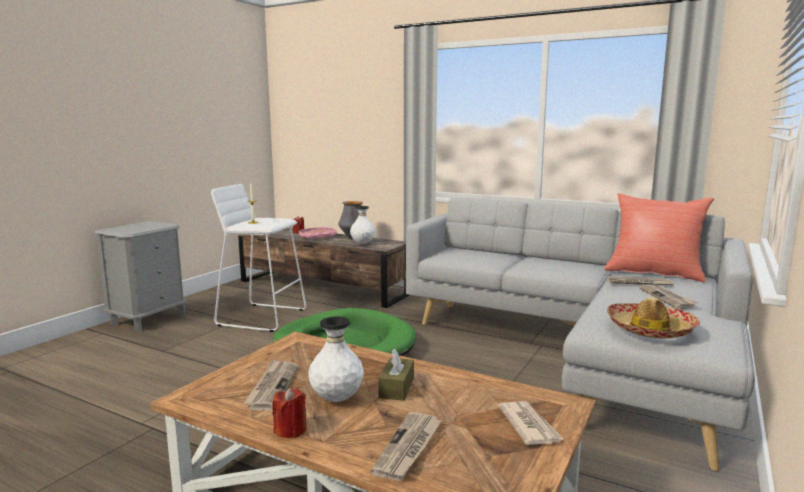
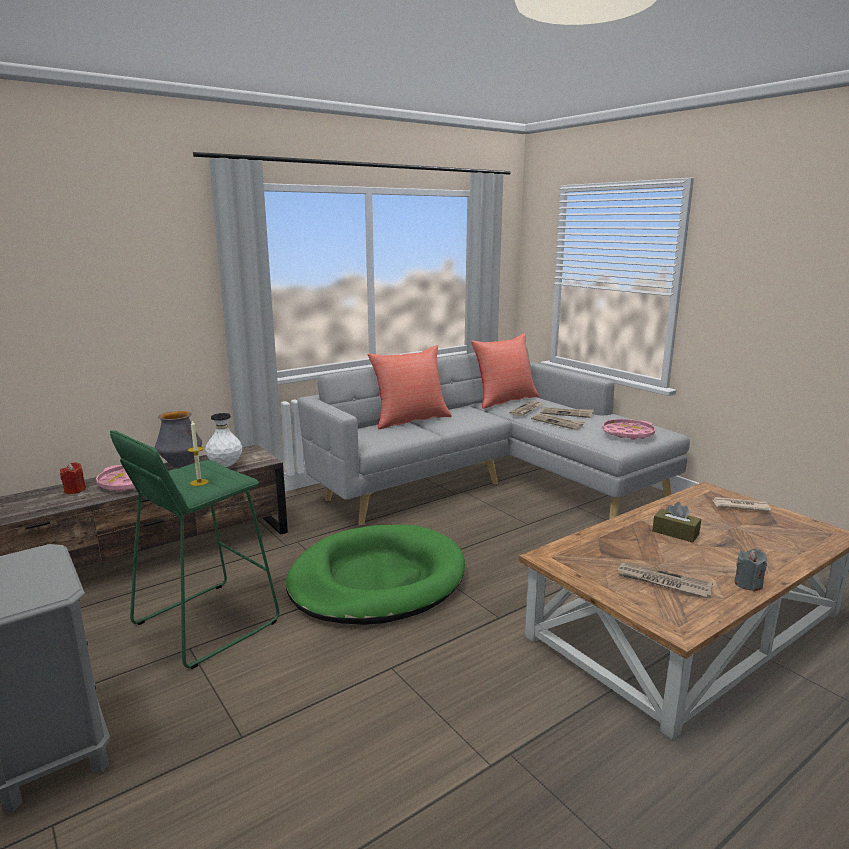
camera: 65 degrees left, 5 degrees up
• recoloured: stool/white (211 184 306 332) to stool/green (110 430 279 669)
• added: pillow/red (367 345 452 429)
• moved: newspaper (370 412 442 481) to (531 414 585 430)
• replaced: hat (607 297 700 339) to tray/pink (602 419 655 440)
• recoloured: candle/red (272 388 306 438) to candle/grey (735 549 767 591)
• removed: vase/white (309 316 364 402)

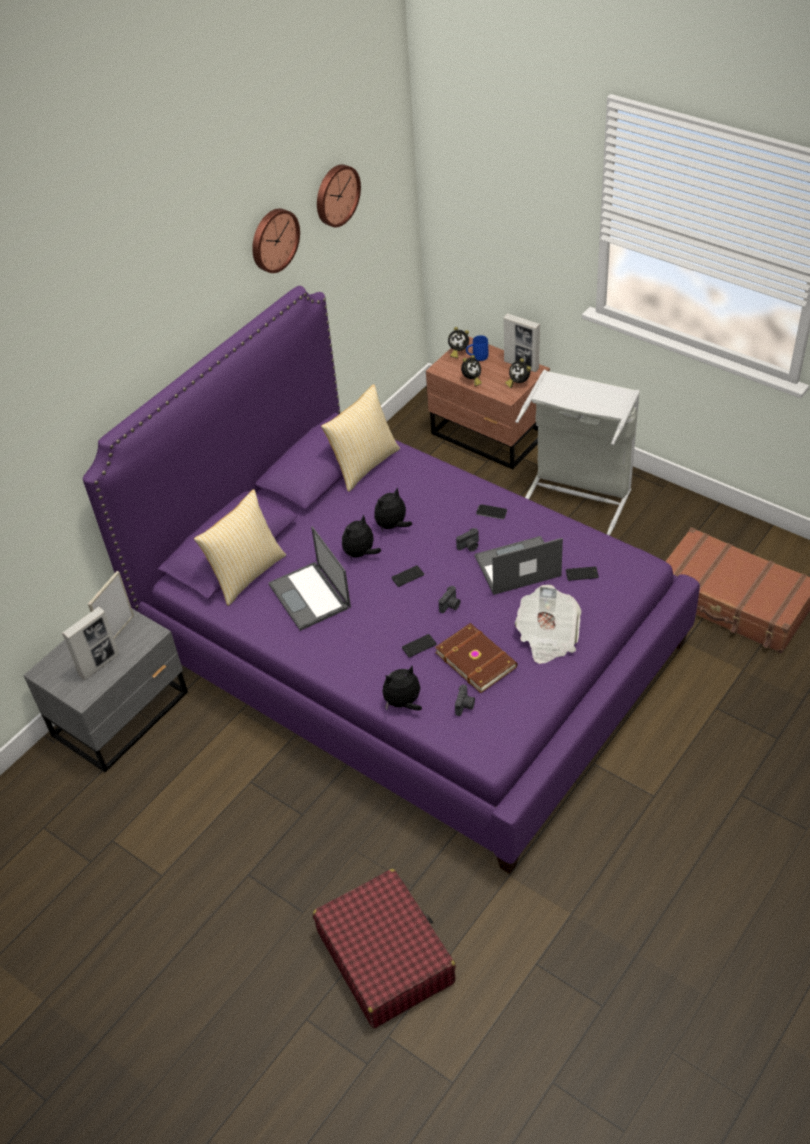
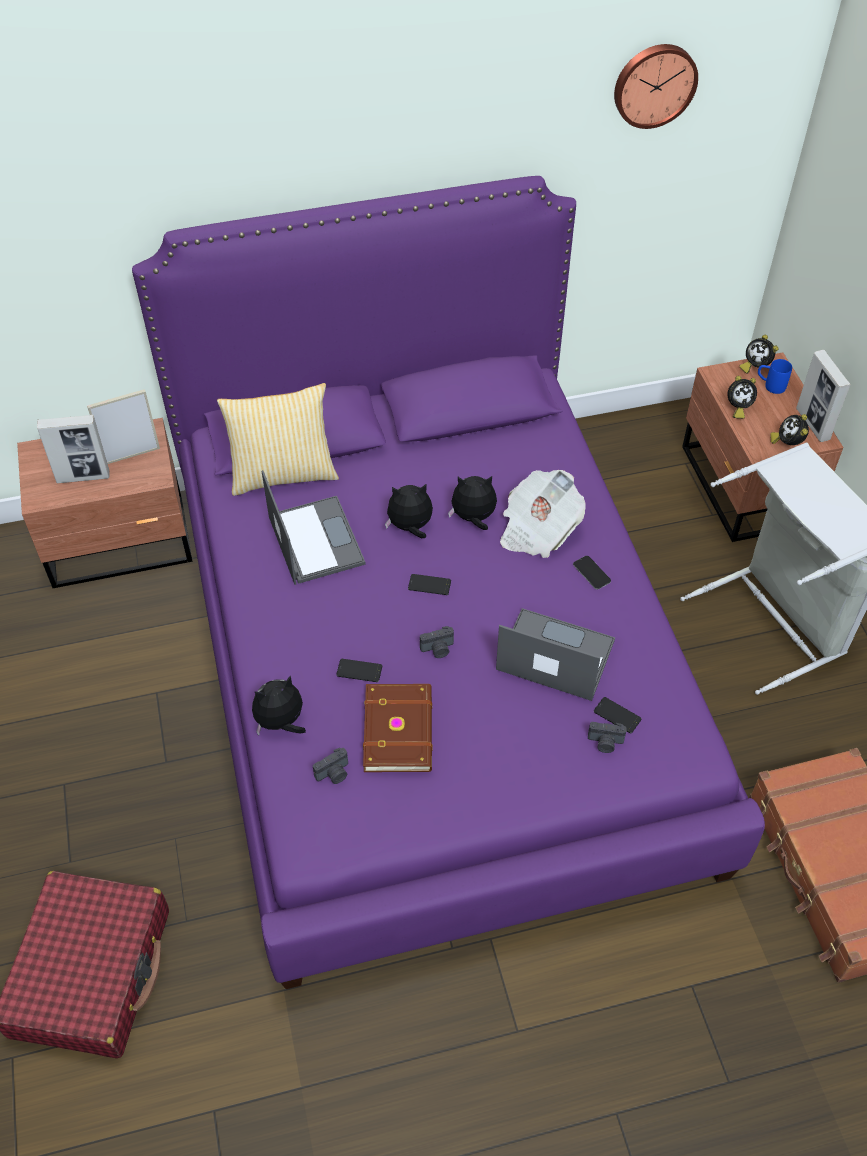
camera: 35 degrees right, 5 degrees up
• recoloured: nightstand/grey (23 609 188 772) to nightstand/brown (17 418 193 588)
• turned: plush toy (383 666 422 710) = (252 675 306 735) 45 degrees counterclockwise
• turned: laptop (268 526 351 631) = (262 470 365 585) 150 degrees clockwise
• moved: newspaper (515 585 581 664) to (500 470 586 558)
• moved: photo camera (456 528 479 552) to (588 722 627 753)
• removed: wall clock (252 208 300 273)
• removed: pillow (321 384 400 492)

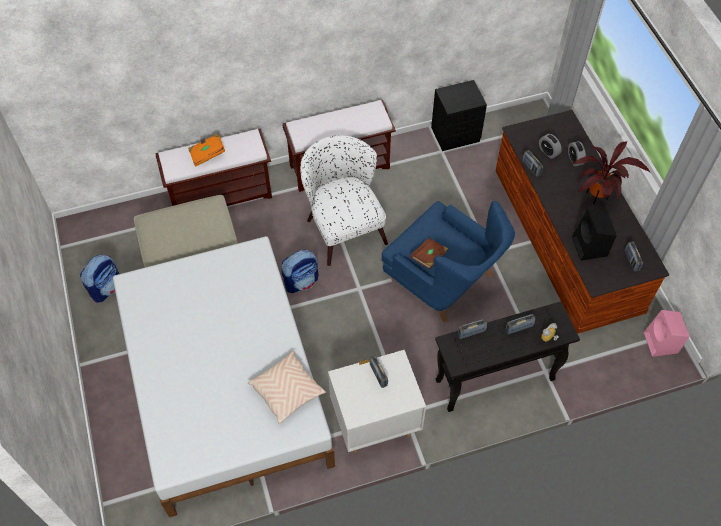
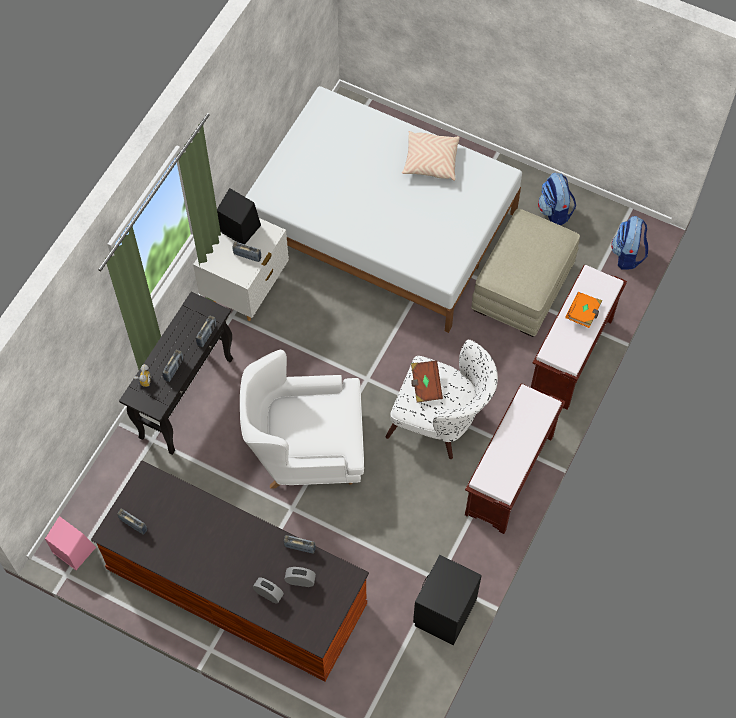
camera: 135 degrees right, 5 degrees up
• moved: speaker/black (572 209 617 261) to (217 188 261 244)
• recoloured: armchair/blue (382 201 515 323) to armchair/white (240 350 364 489)
• moved: pillow/beige (248 351 326 424) to (402 131 460 181)
• moved: book/brown (410 238 448 269) to (411 360 443 403)
• moved: backpack (281 250 318 293) to (611 216 648 270)
• removed: potted plant (572 141 650 204)

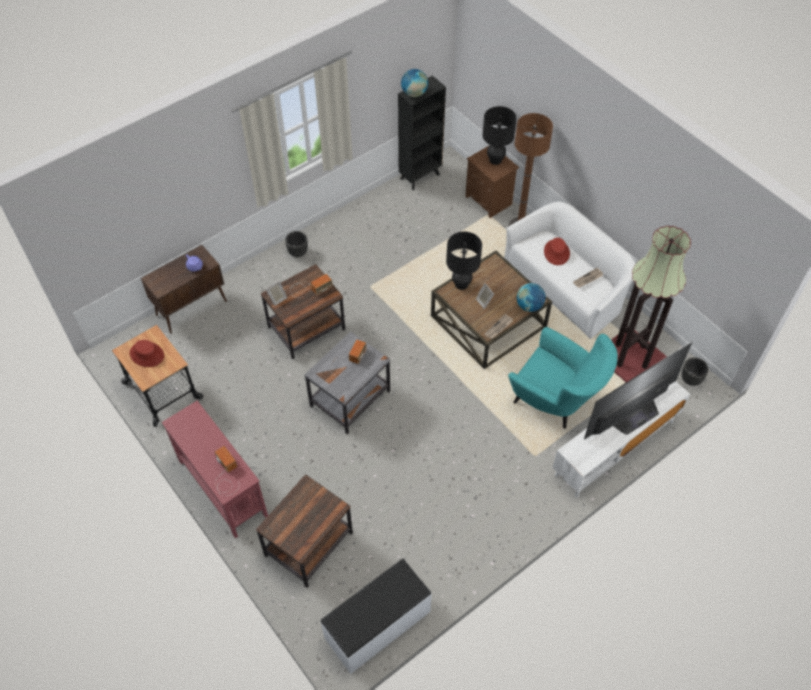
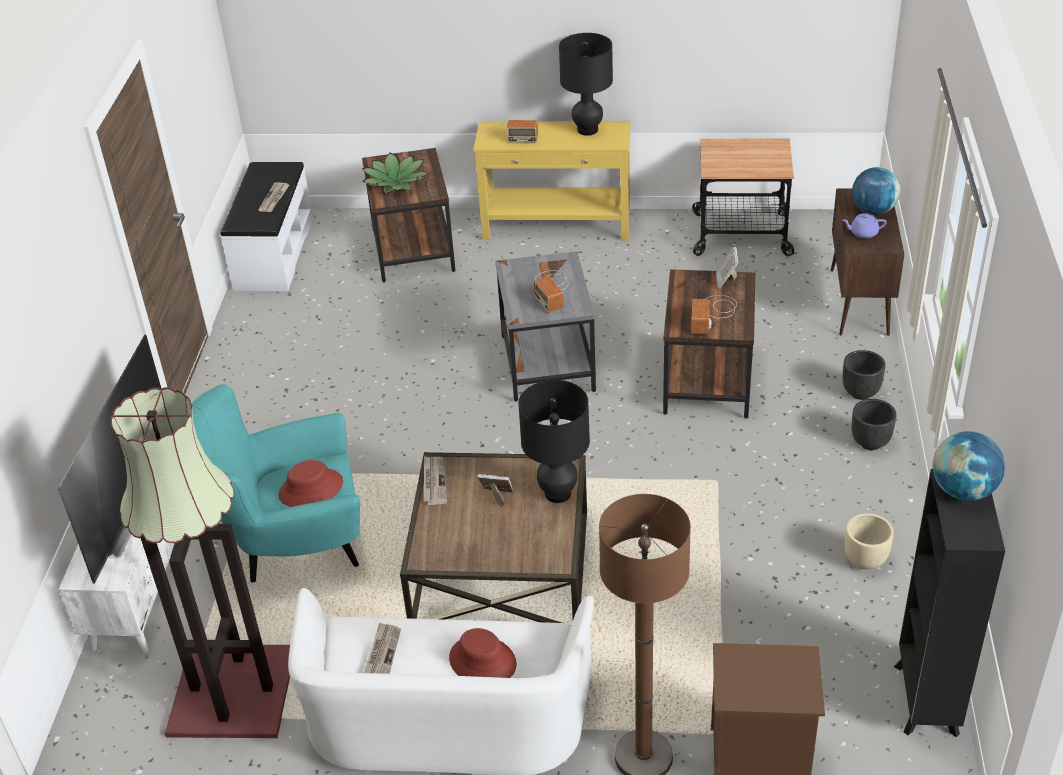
camera: 135 degrees right, 15 degrees down
• added: newspaper (258 182 289 212)
• moved: hat/red (130 340 164 367) to (278 460 343 507)
• added: potted plant (362 152 429 193)
• recoloured: console table/red (162 401 268 538) to console table/yellow (473 121 631 241)
• moved: table lamp/black (482 106 516 165) to (559 33 613 136)
• moved: planter/black (681 358 709 386) to (842 350 886 400)
• added: planter/beige (845 513 894 570)
• moved: globe (516 283 546 312) to (852 167 900 215)

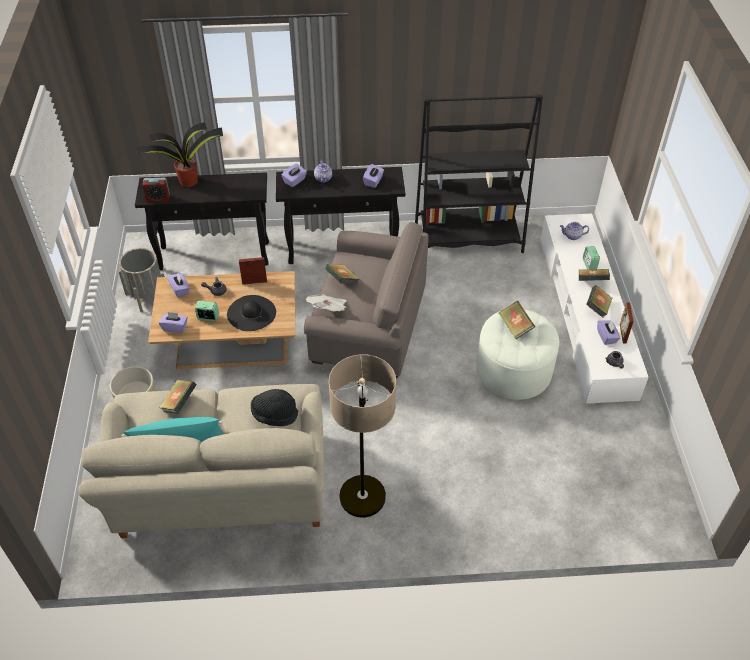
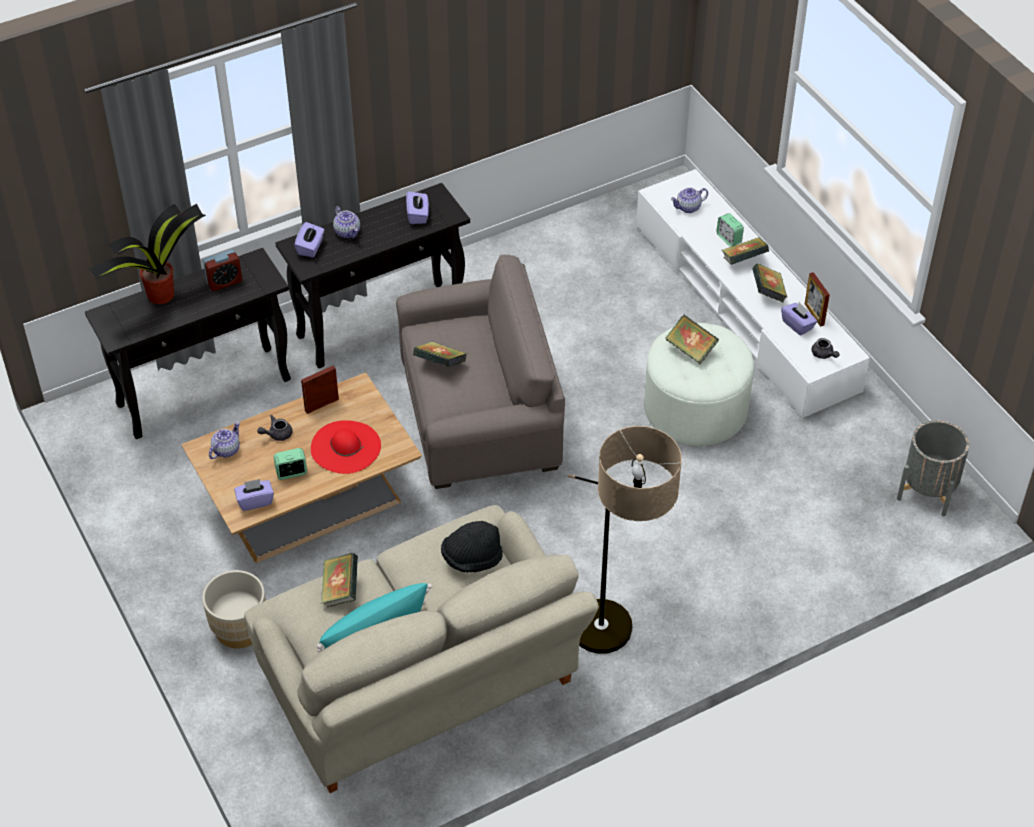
camera: 25 degrees left, 0 degrees up
• moved: alarm clock (142 178 170 202) to (203 249 242 291)
• replaced: tissue box/purple (167 273 190 297) to teapot (209 422 240 459)
• recoloured: hat/black (227 295 276 331) to hat/red (311 420 381 474)
• moved: planter/grey (118 248 165 313) to (897 420 969 516)
• removed: newspaper (306 294 346 311)
• removed: bookcase/black (415 94 543 253)

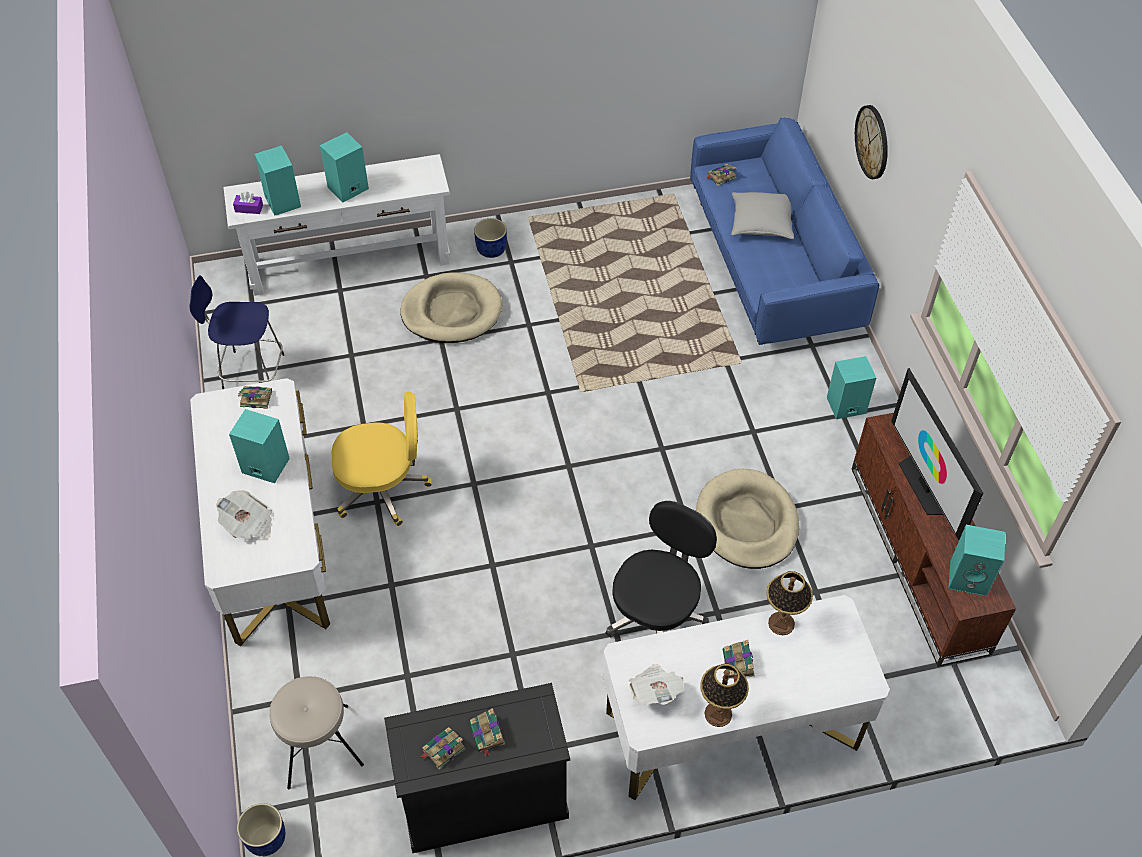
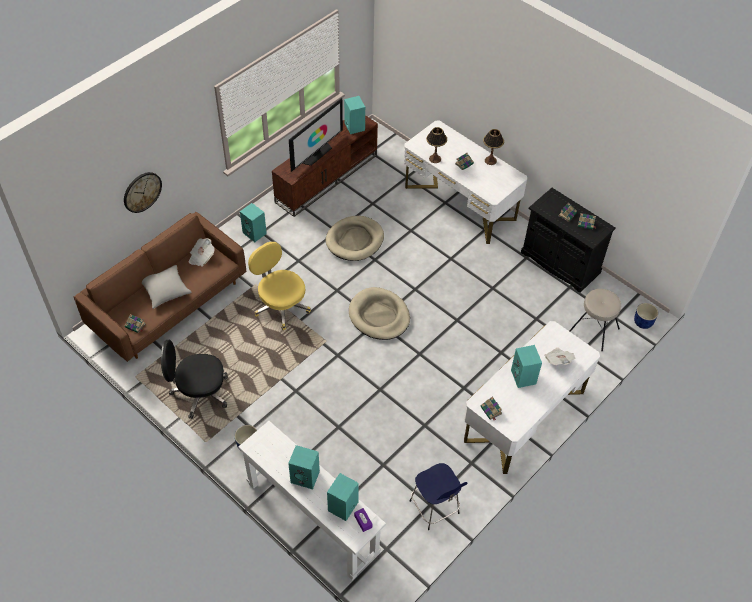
camera: 125 degrees left, 0 degrees up
• recoloured: sofa/blue (690 118 879 345) to sofa/brown (74 212 246 362)
• moved: office chair/black (605 501 717 638) to (161 340 228 419)
• moved: newspaper (629 664 685 705) to (189 238 214 267)
• moved: office chair/yellow (331 392 432 526) to (248 242 311 330)
• moved: dog bed/beige (401 272 503 343) to (349 287 410 340)

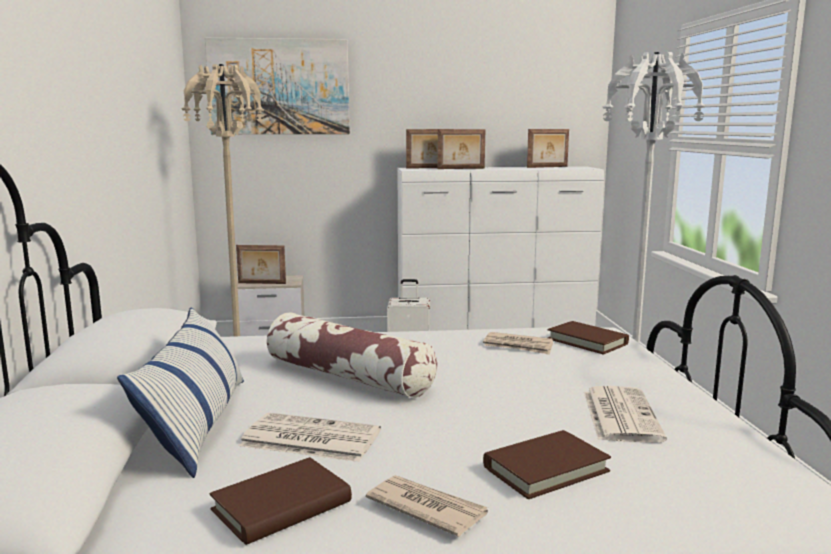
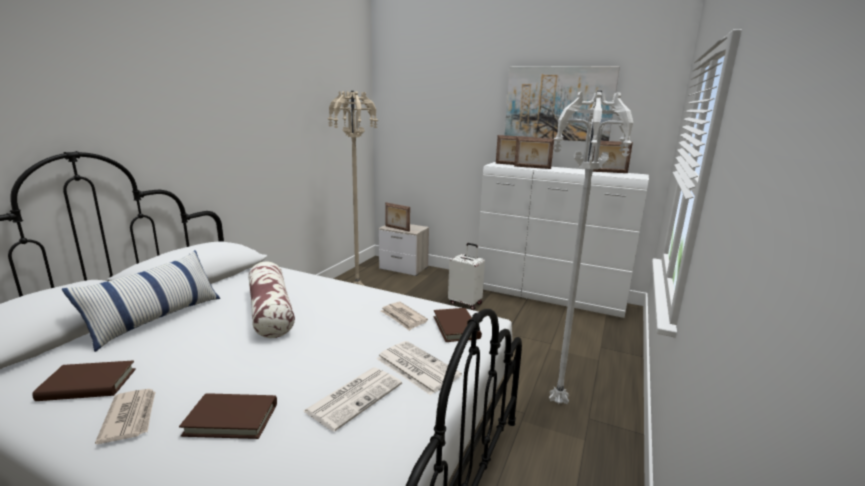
camera: 30 degrees right, 5 degrees up
• moved: newspaper (239 413 381 462) to (377 341 462 395)
• moved: picture (205 37 350 134) to (505 66 620 142)

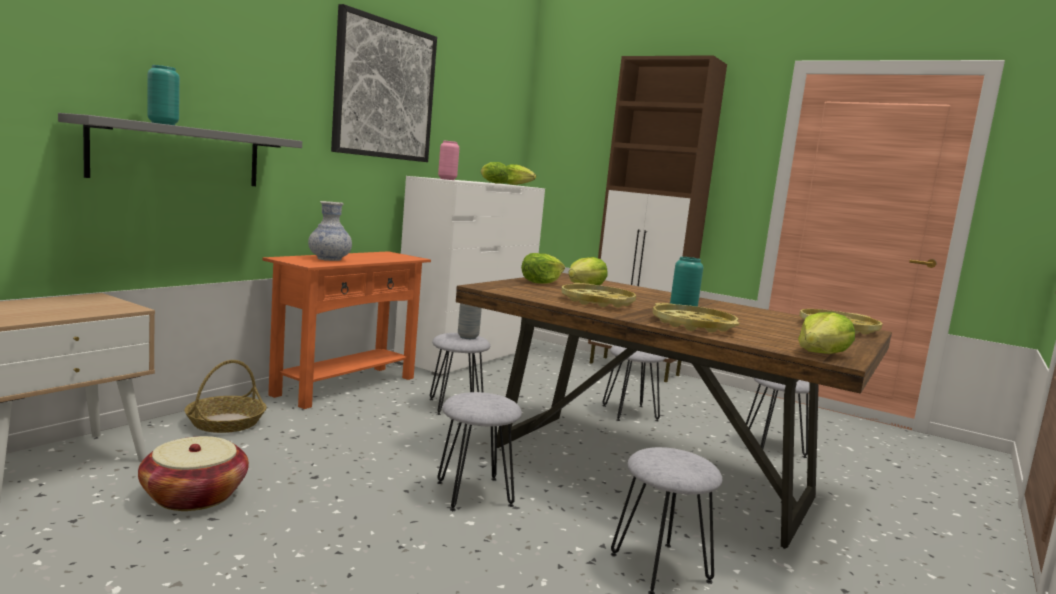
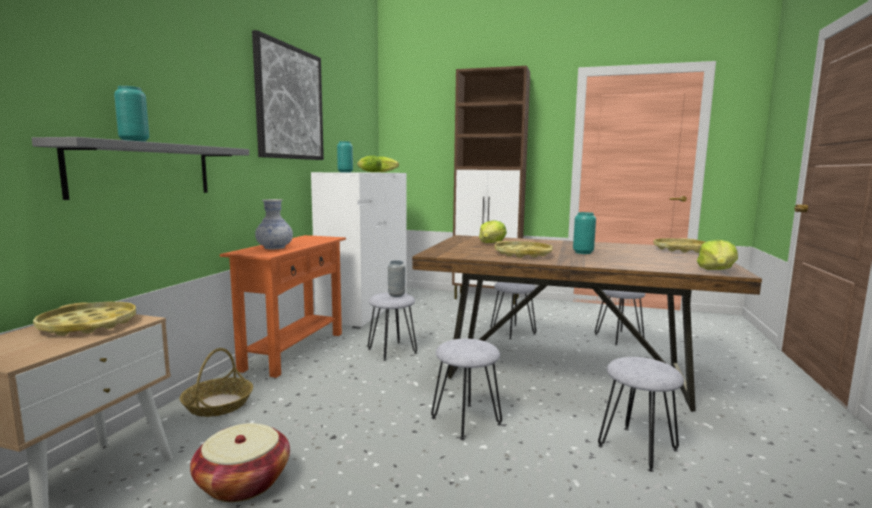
camera: 15 degrees left, 0 degrees up
• moved: tray/yellow (653 303 739 333) to (33 302 136 336)
• recoloured: vase/pink (438 141 459 180) to vase/turquoise (337 141 353 172)
• removed: lettuce (521 253 565 284)

